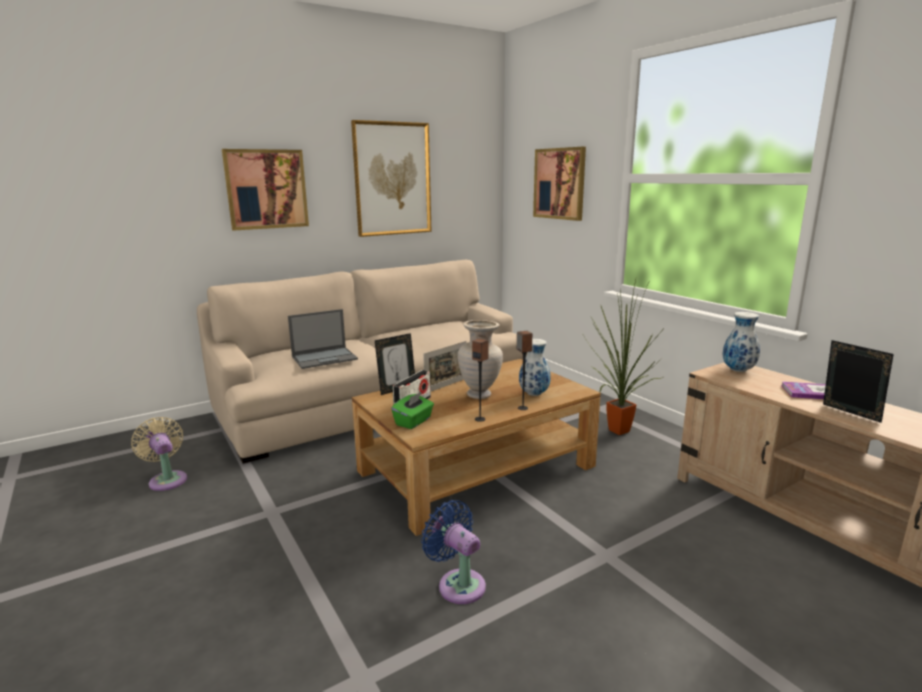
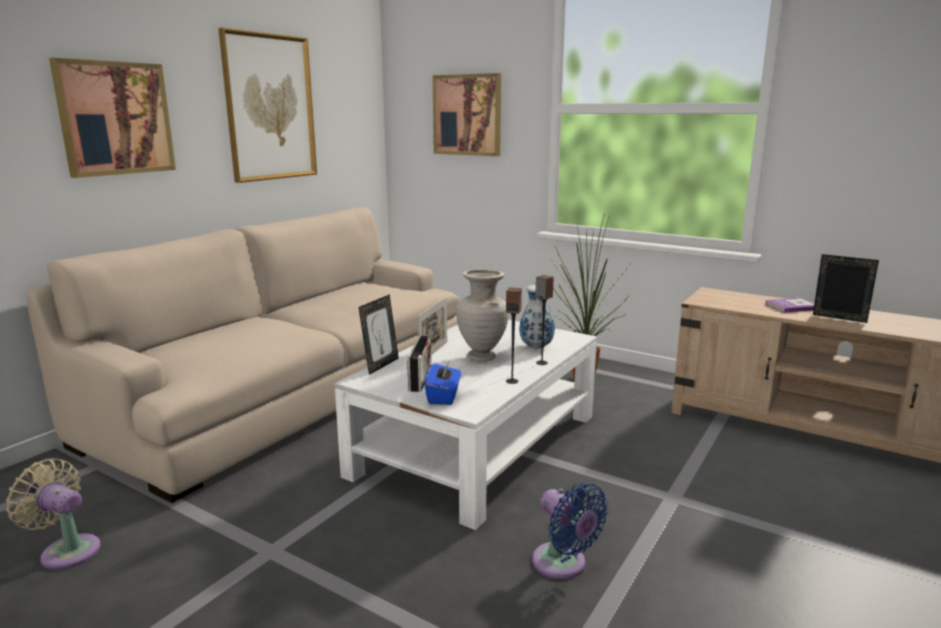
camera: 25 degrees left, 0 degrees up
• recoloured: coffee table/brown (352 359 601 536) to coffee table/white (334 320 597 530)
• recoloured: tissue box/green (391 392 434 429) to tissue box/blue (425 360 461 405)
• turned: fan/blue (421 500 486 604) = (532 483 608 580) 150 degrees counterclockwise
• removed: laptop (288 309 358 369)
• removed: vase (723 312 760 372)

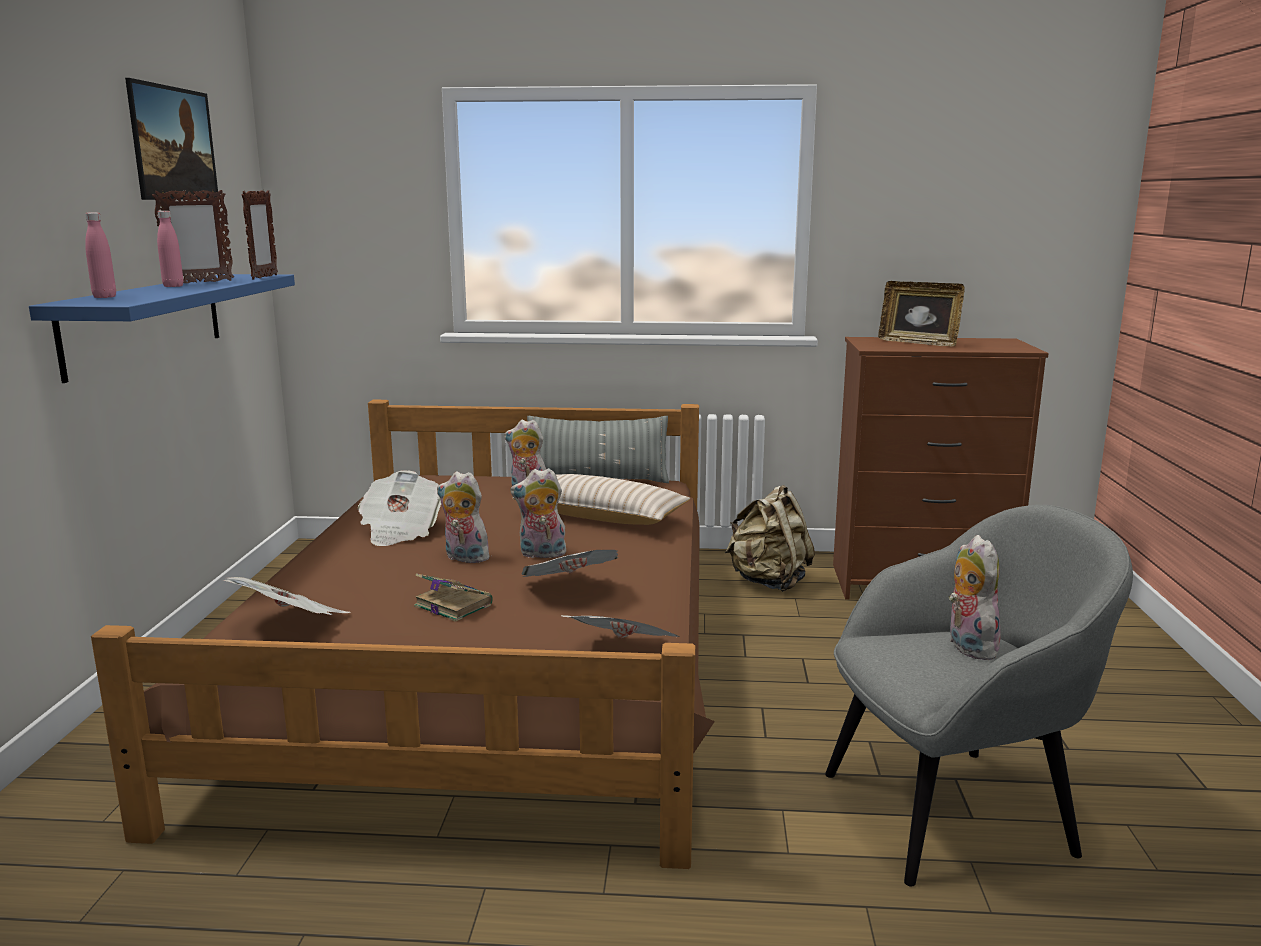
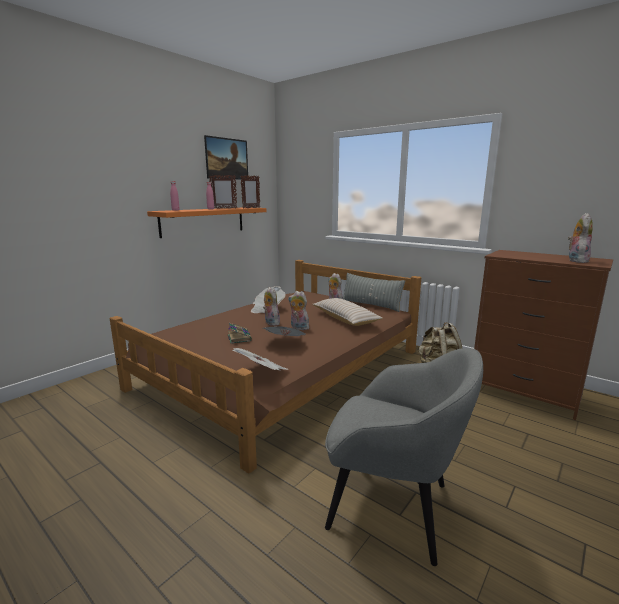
camera: 35 degrees right, 0 degrees up
• recoloured: shelf/blue (29 274 295 383) to shelf/orange (147 208 266 238)
• moved: plush toy (948 535 1002 660) to (568 213 593 263)
• removed: newspaper (223 577 351 615)
• removed: picture frame (878 281 965 347)

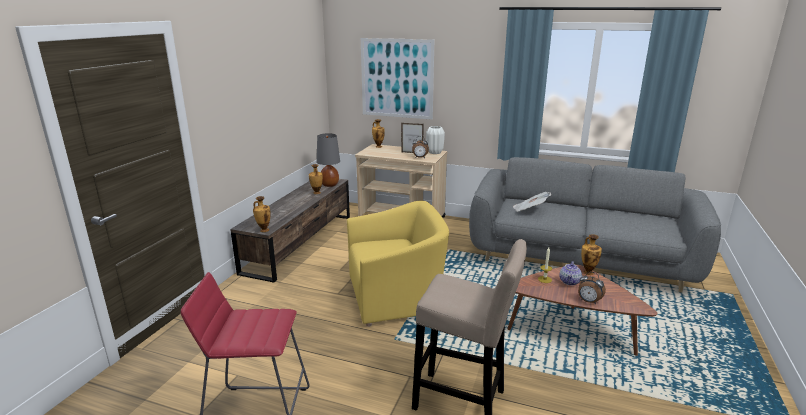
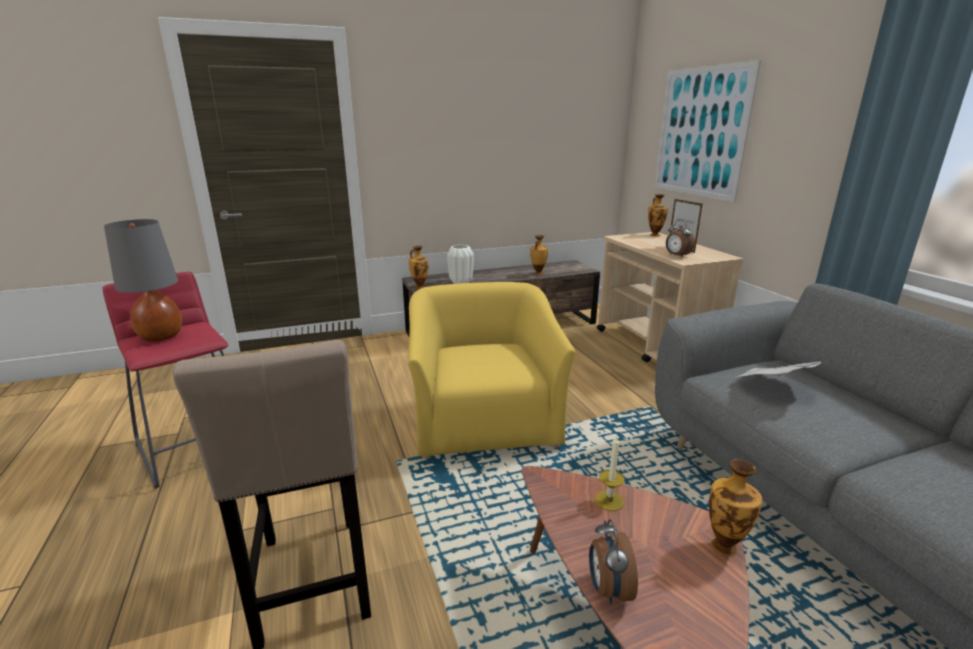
camera: 50 degrees right, 0 degrees up
• moved: table lamp/grey (317 133 340 187) to (104 219 182 342)
• turned: armchair/yellow (347 201 449 327) = (408 282 576 459) 135 degrees counterclockwise
• moved: vase/white (426 126 445 154) to (447 245 474 284)
• removed: teapot (560 261 582 286)

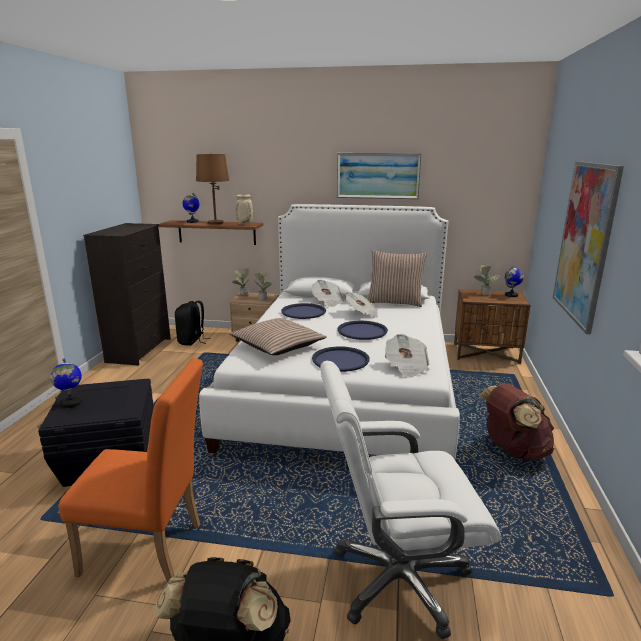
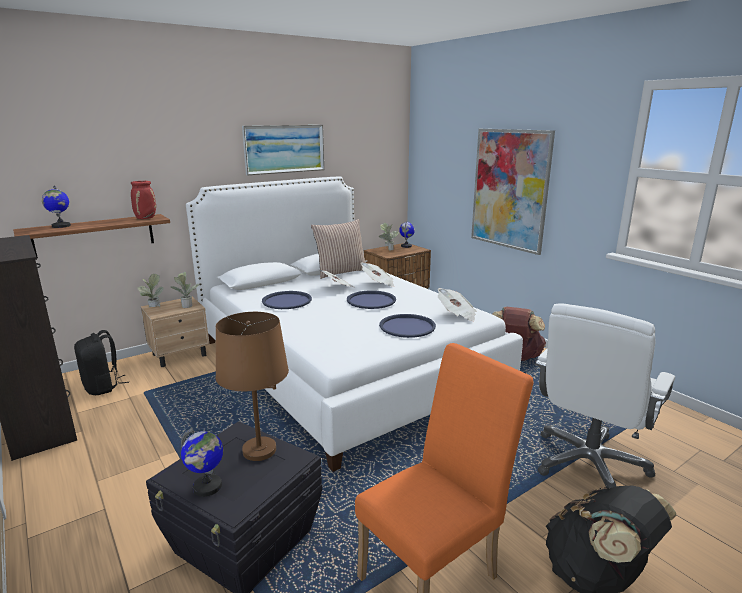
camera: 45 degrees left, 0 degrees up
• recoloured: vase/beige (235 194 253 224) to vase/red (131 181 156 219)
• moved: table lamp/brown (196 153 229 225) to (216 312 289 461)
• moved: newspaper (312 280 344 307) to (360 262 394 287)
• removed: pillow (229 318 327 355)

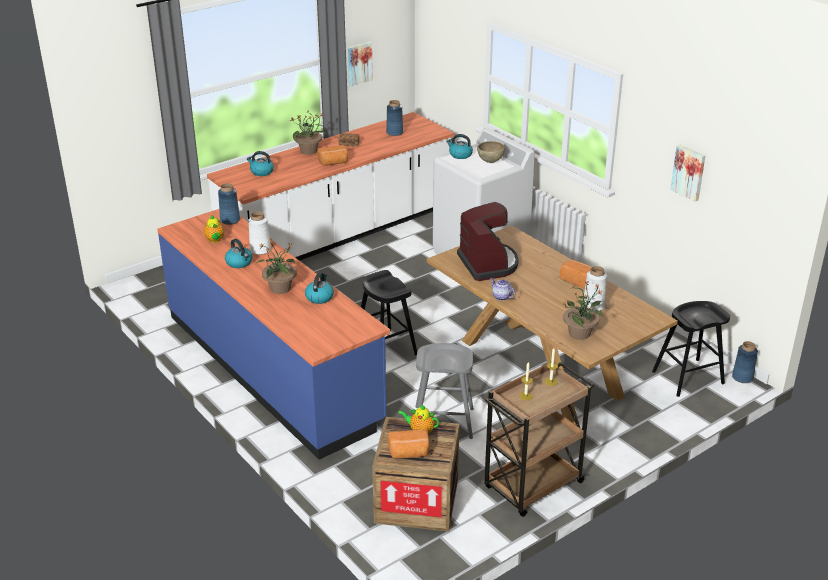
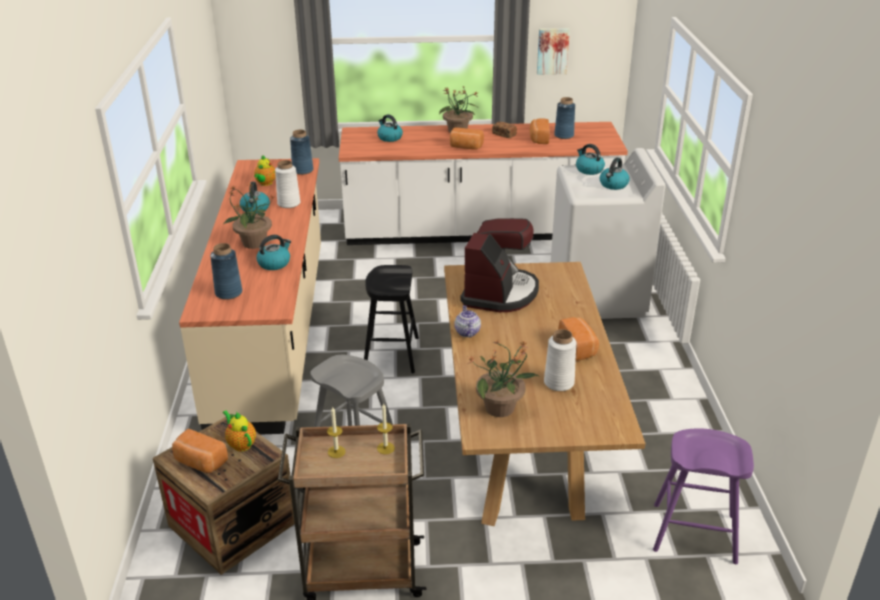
camera: 35 degrees right, 0 degrees up
• recoloured: counter/blue (157 209 390 460) to counter/beige (179 158 321 435)
• moved: vase/blue (732 341 758 383) to (210 243 242 300)
• added: bread (530 119 550 144)
• replaced: bowl/brown (477 141 505 163) to kettle (600 158 630 190)
• recoloured: stool/black (652 301 730 397) to stool/purple (653 428 754 564)
• removed: picture (670 145 705 202)

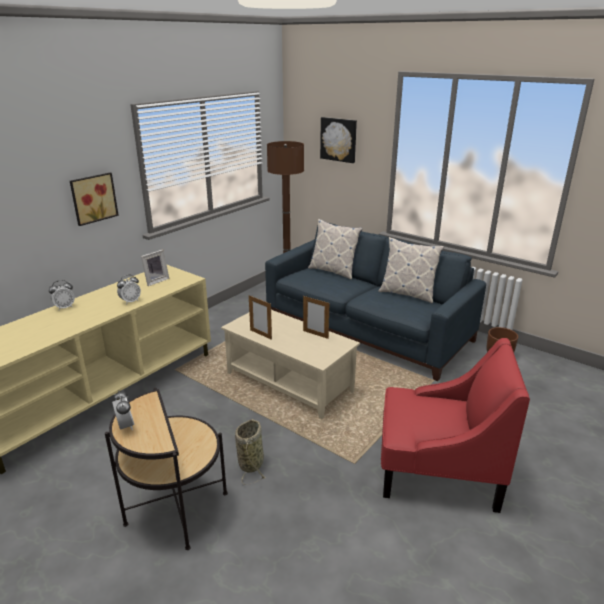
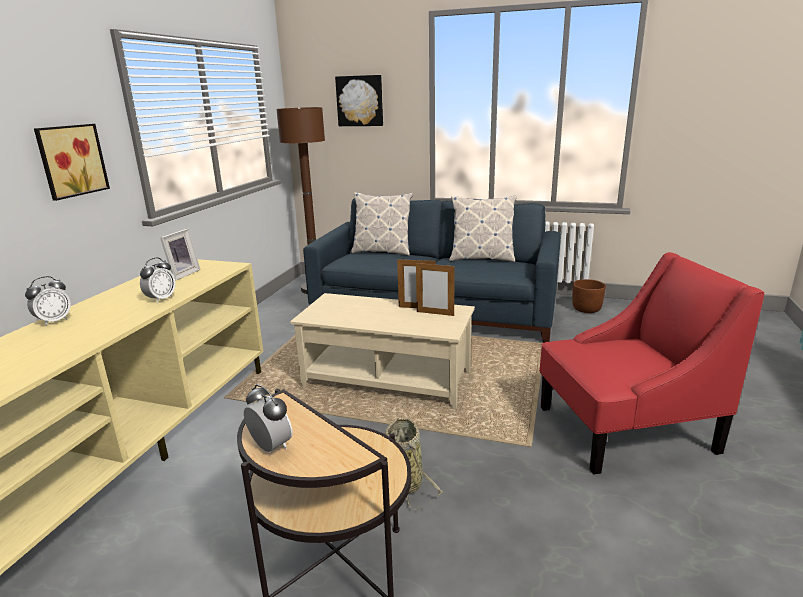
camera: 20 degrees left, 5 degrees down
• moved: picture frame (249 295 272 340) to (416 262 455 316)

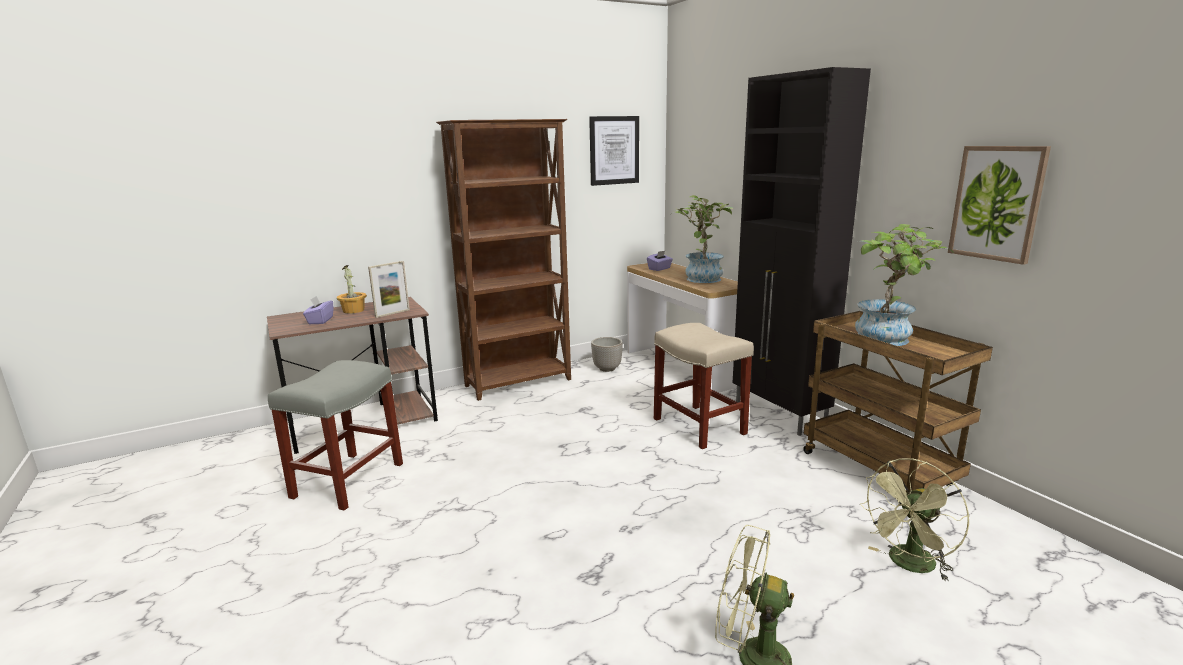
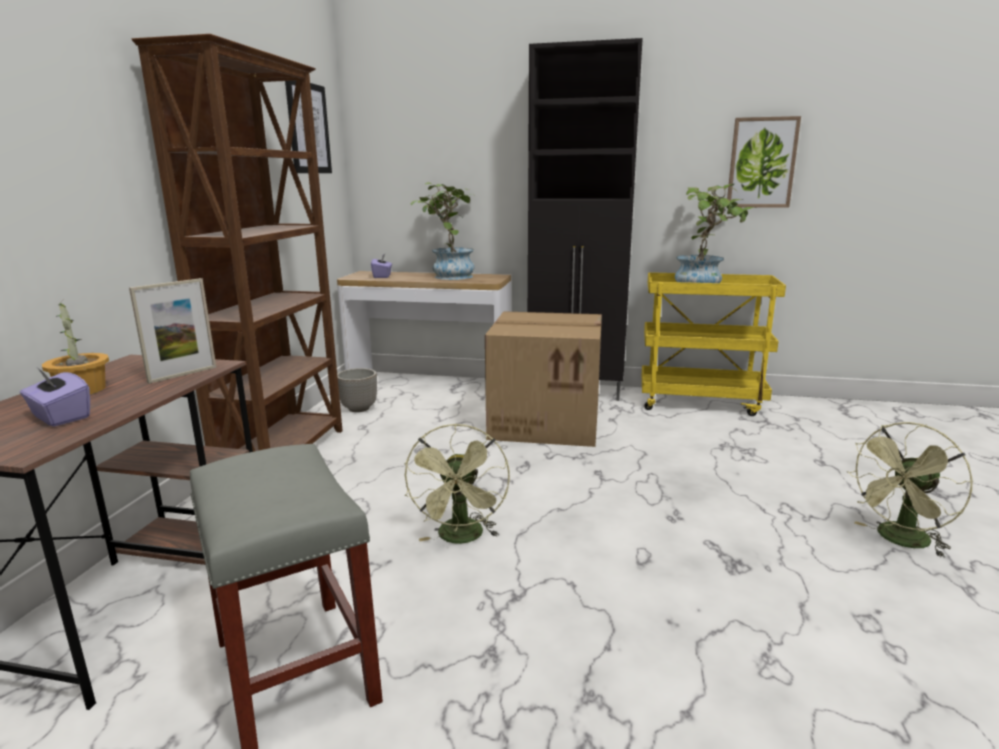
camera: 50 degrees left, 0 degrees up
• turned: picture frame (368 261 410 318) = (129 278 216 384) 45 degrees clockwise
• moved: fan/green (860 458 969 581) to (405 423 510 544)
• replaced: stool/beige (654 323 754 449) to cardboard box (485 311 602 447)
• recoloured: cart/brown (803 311 993 504) to cart/yellow (642 272 786 416)

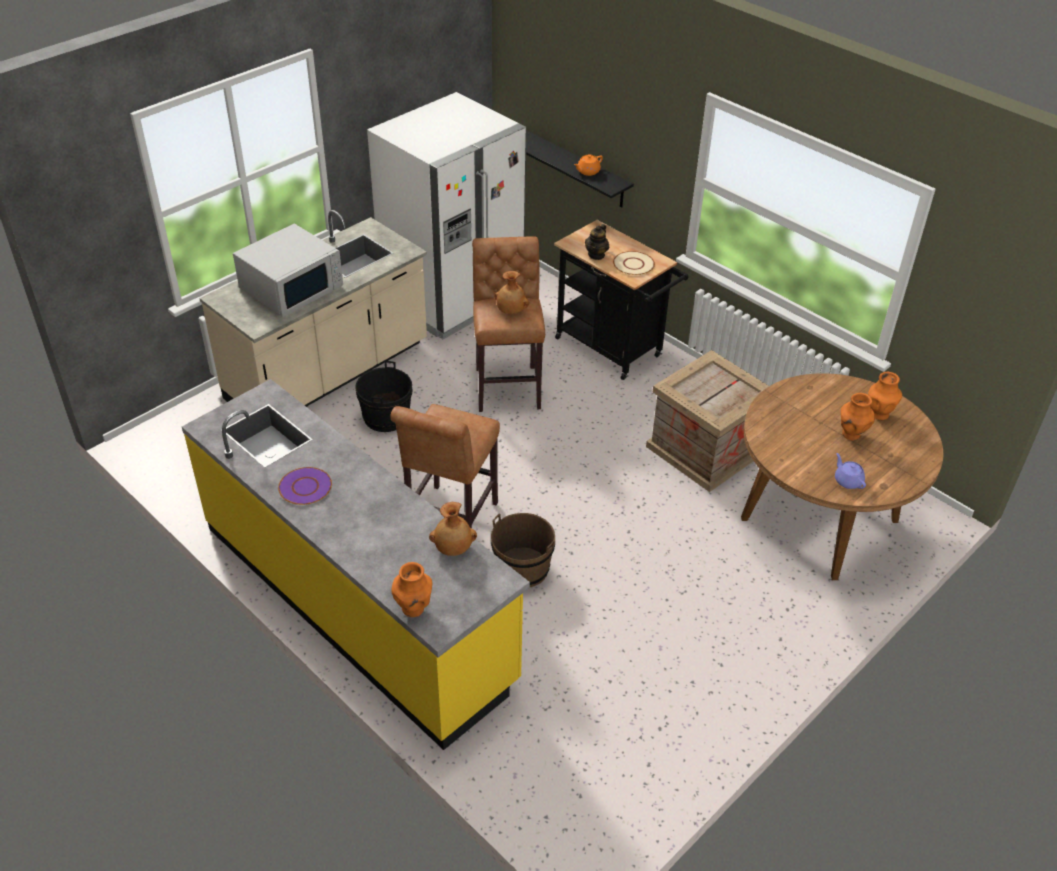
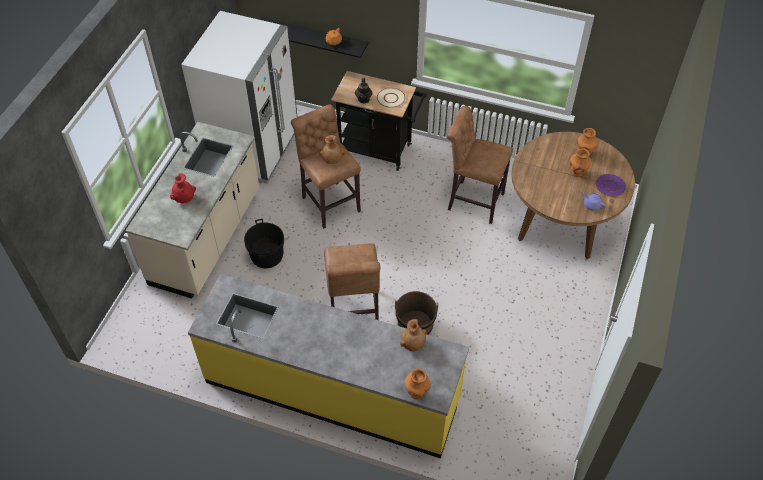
camera: 25 degrees left, 10 degrees up
• replaced: microwave/white (233 224 343 317) to vase/red (170 173 196 203)
• replaced: crate (646 350 769 492) to stool/brown (447 106 513 224)
• moved: plate/purple (278 467 332 505) to (595 174 626 197)

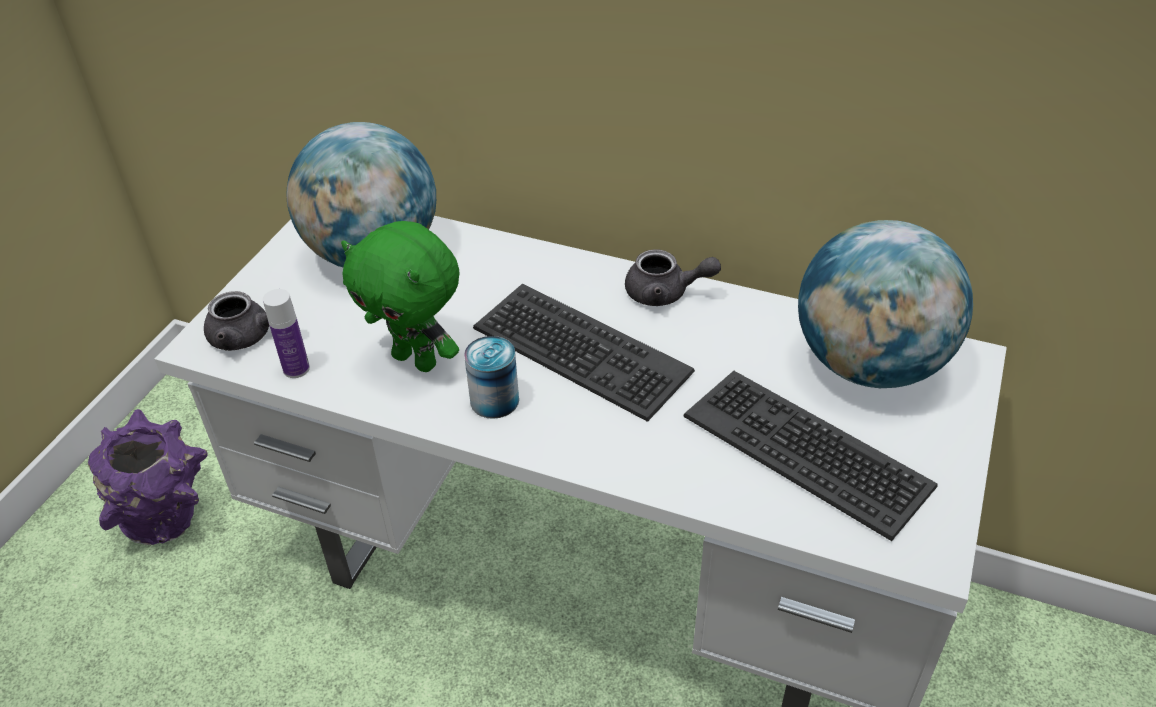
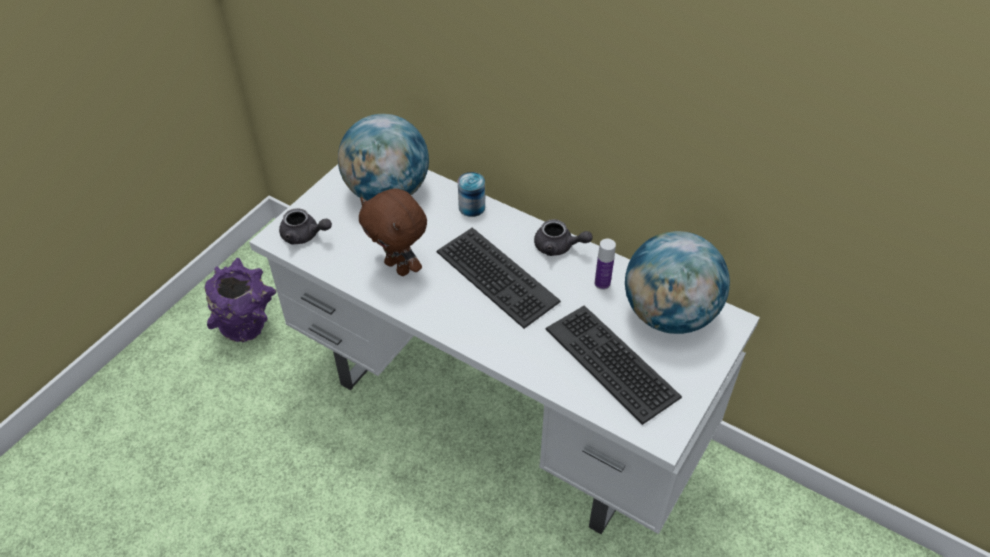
camera: 10 degrees right, 5 degrees up
• recoloured: plush toy/green (341 221 460 372) to plush toy/brown (359 188 427 276)
• moved: can (464 336 519 419) to (458 172 485 217)
• moved: bottle (263 289 310 378) to (595 239 616 290)

